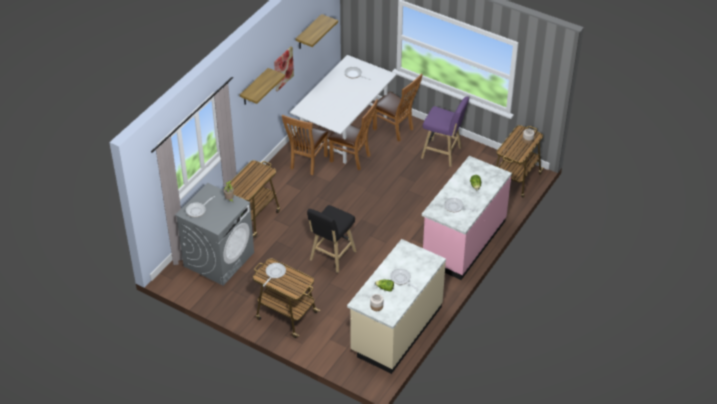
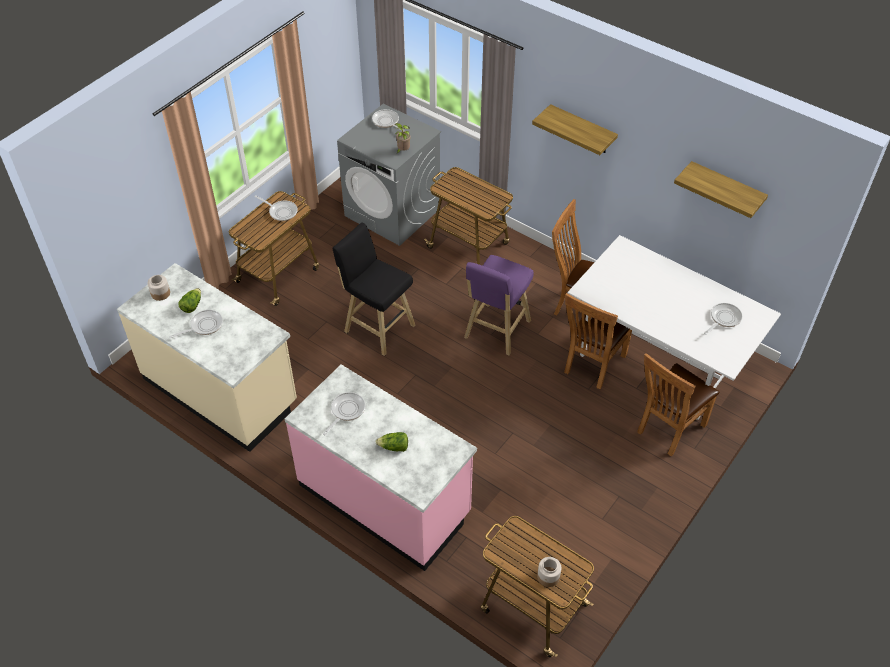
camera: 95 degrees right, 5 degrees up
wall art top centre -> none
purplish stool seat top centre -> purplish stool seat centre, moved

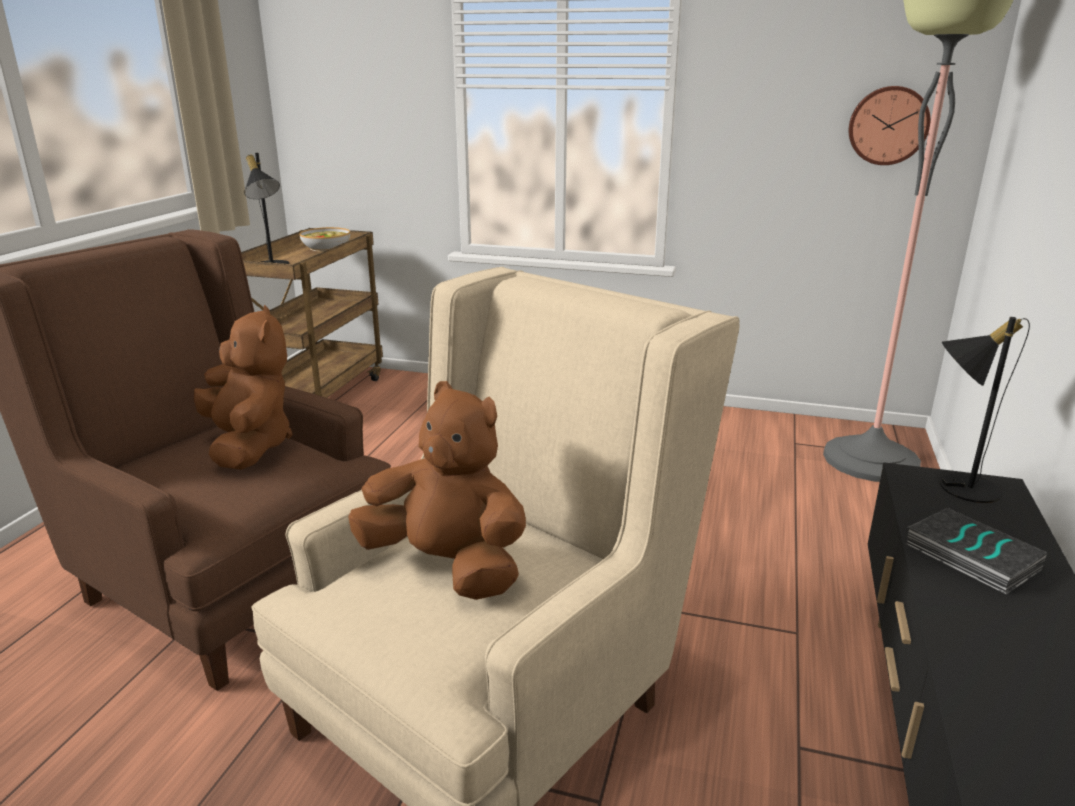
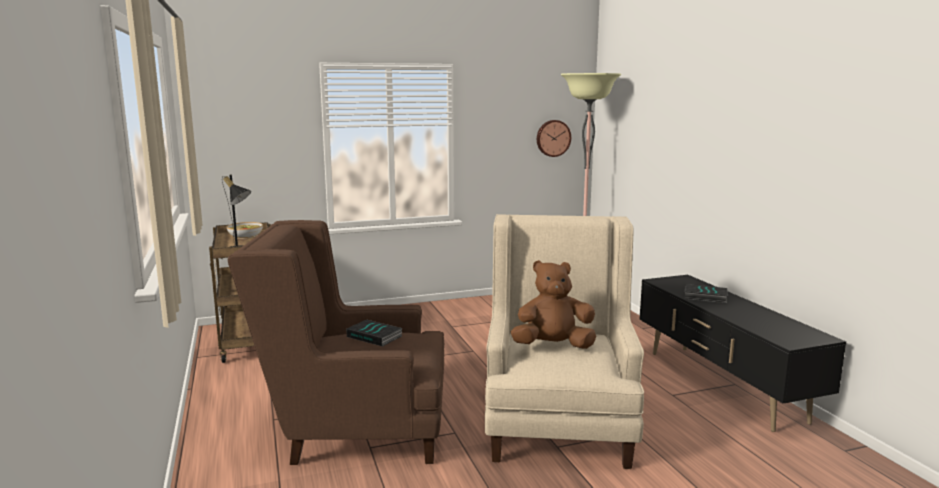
camera: 35 degrees left, 10 degrees down
black table lamp (2nd from left) middle right -> none
brown cuddly toy (1st from left) middle left -> book (1st from left) bottom centre

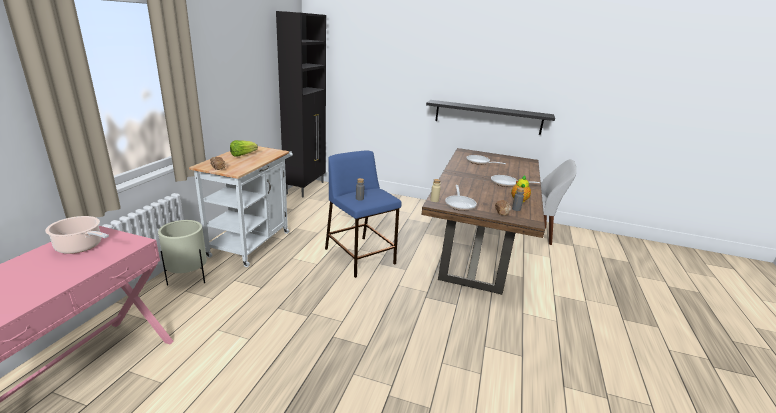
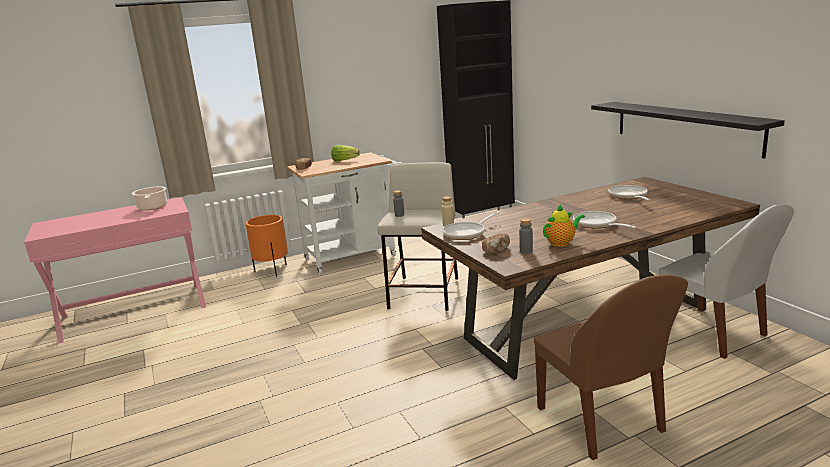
camera: 50 degrees right, 5 degrees down
none -> brown upright chair bottom right
beige-coloured planter middle left -> orange planter middle left
blue stool seat centre -> beige-coloured stool seat centre

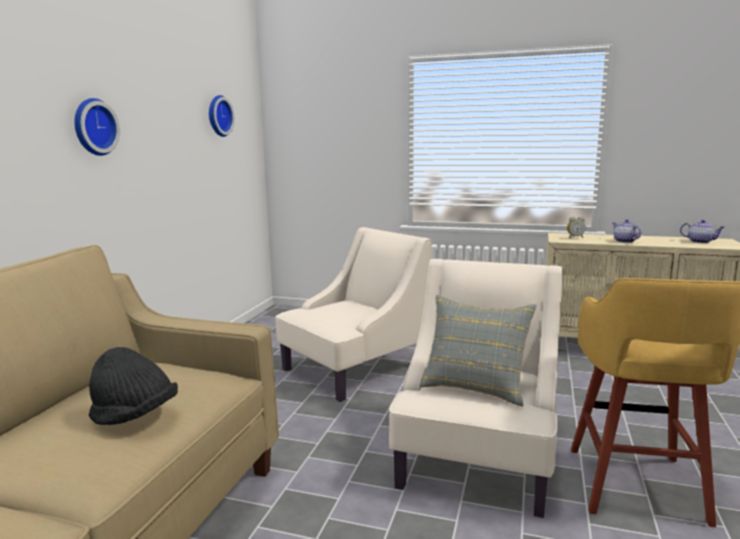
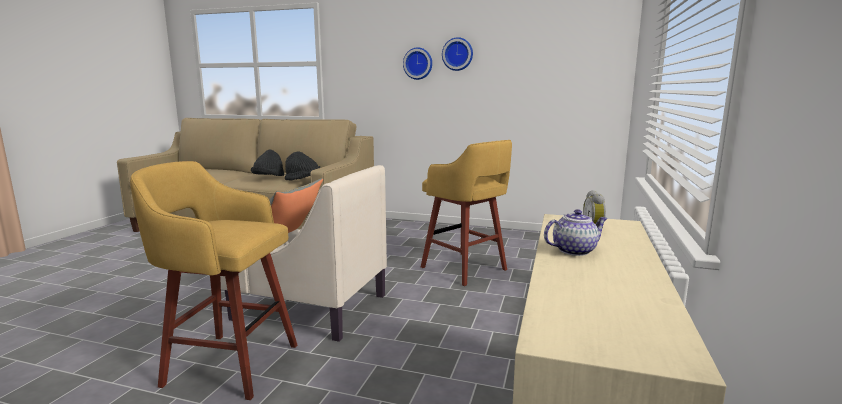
camera: 90 degrees right, 0 degrees up
teapot (2nd from left) middle right -> none
none -> black wearable hat (2nd from left) centre
hanging clock (2nd from left) top left -> hanging clock (2nd from left) top centre, moved
beige-coloured easy chair (1st from left) centre -> yellow stool seat (2nd from left) centre

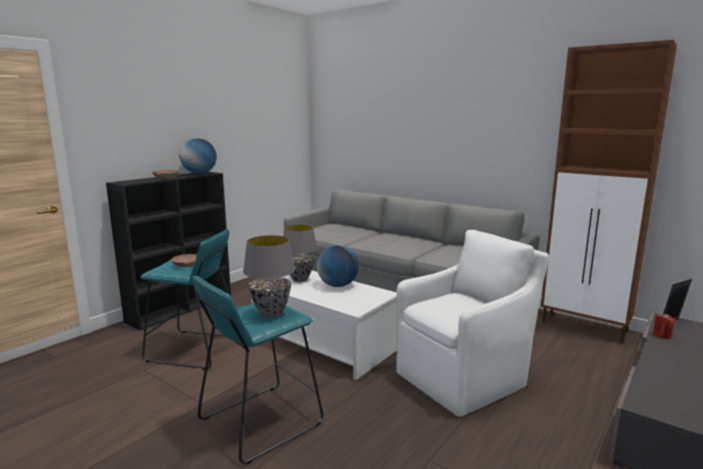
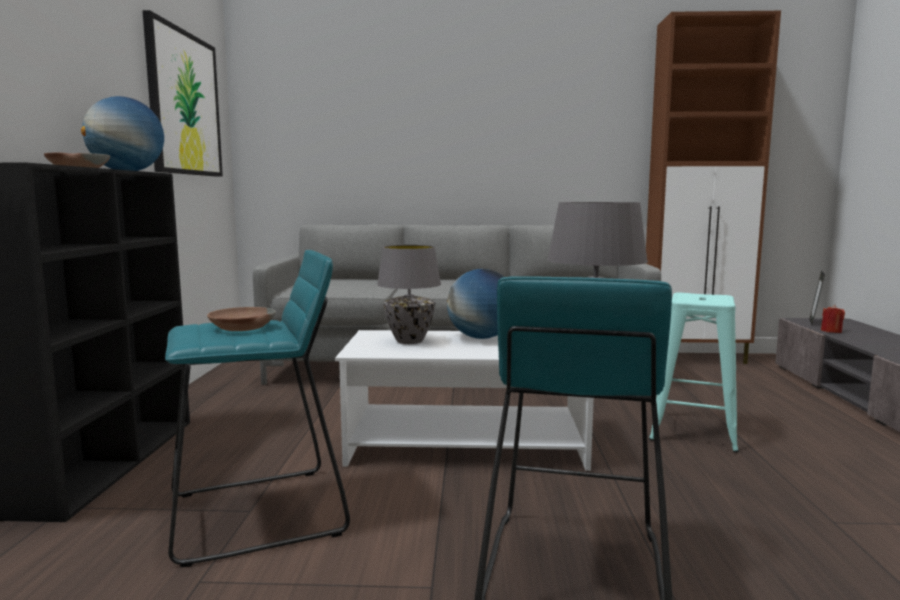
camera: 35 degrees left, 5 degrees down
none -> wall art top left
white easy chair bottom right -> turquoise-coloured stool seat (3rd from left) middle right

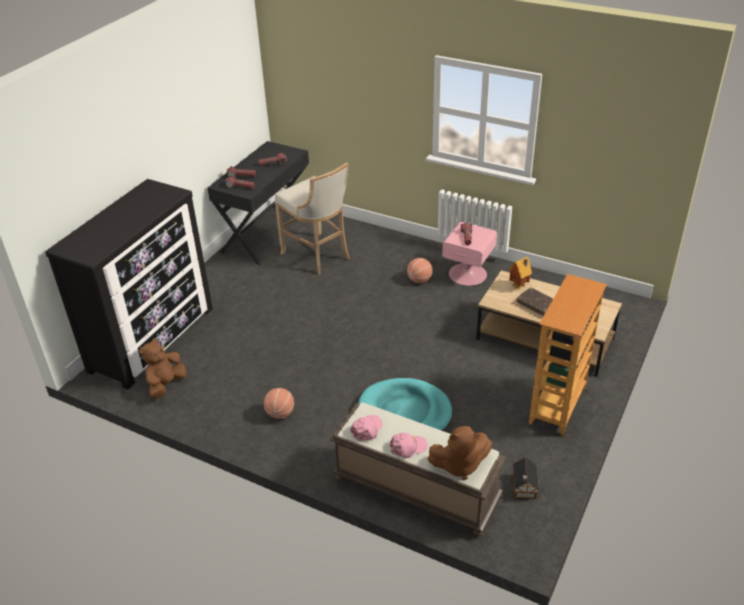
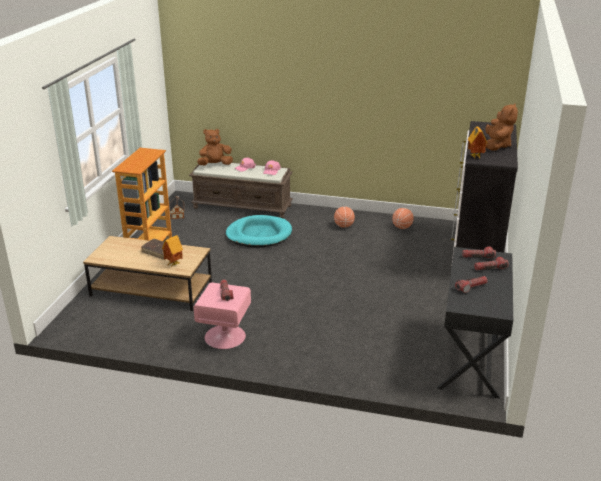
camera: 165 degrees right, 10 degrees down
beige-coloured stool seat centre -> none
none -> model house (3rd from left) top right
brown cuddly toy (1st from left in the first image) middle left -> brown cuddly toy (2nd from left) top right, moved
basketball ball (2nd from left) centre -> basketball ball (2nd from left) middle right, moved

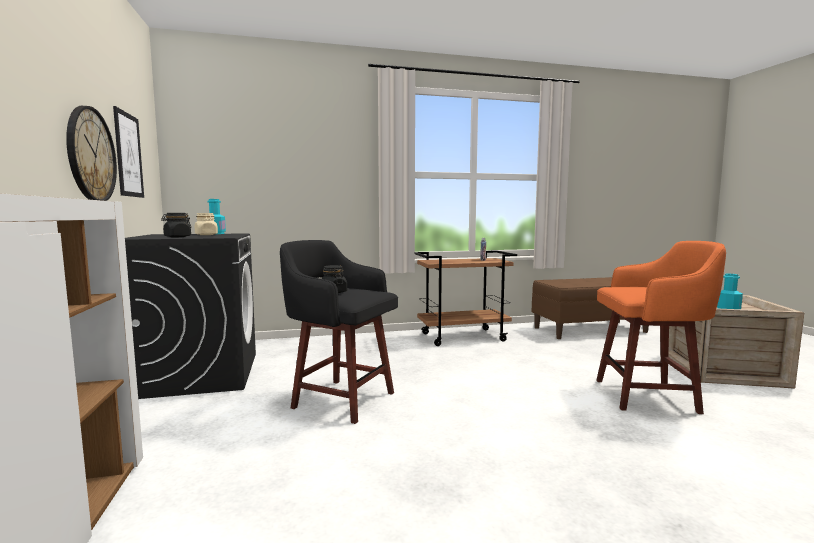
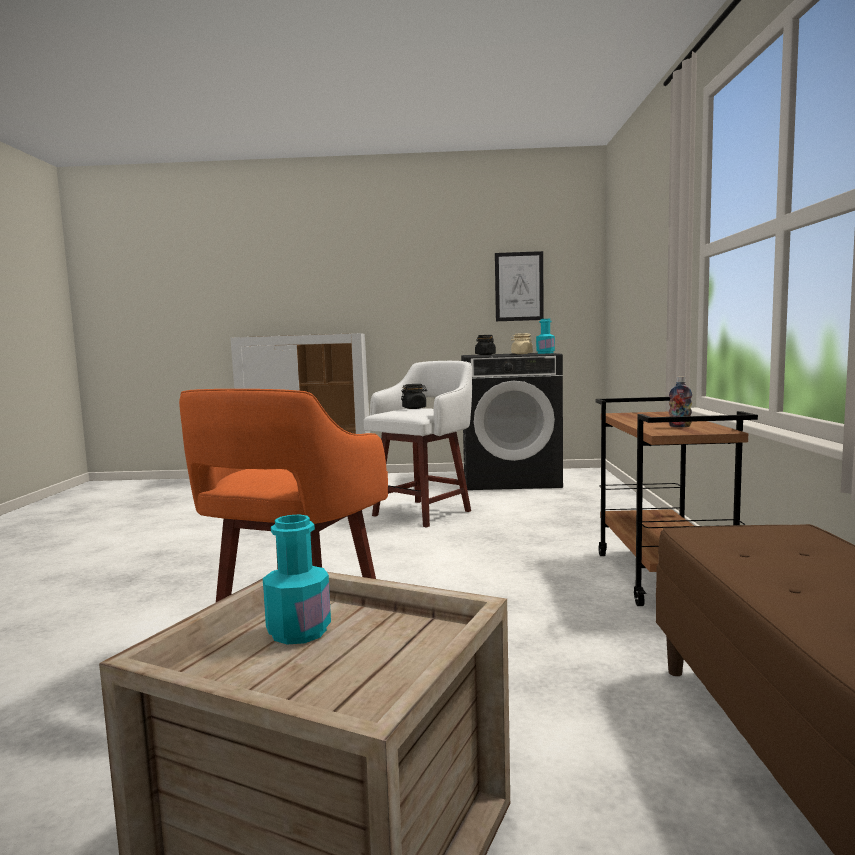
camera: 105 degrees right, 0 degrees up
hanging clock top left -> none
black stool seat centre -> white stool seat centre

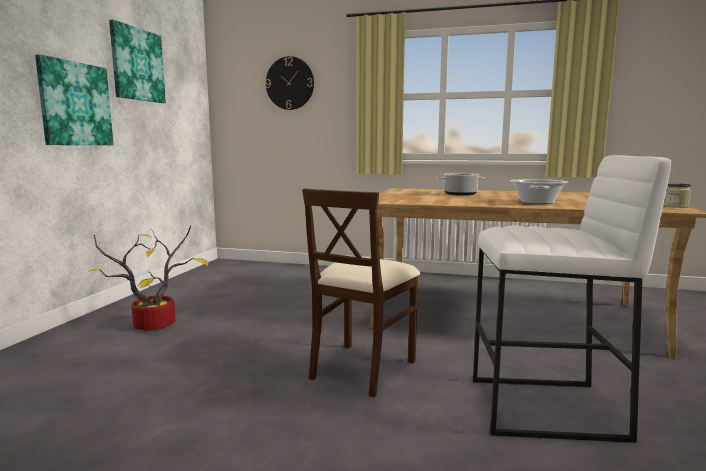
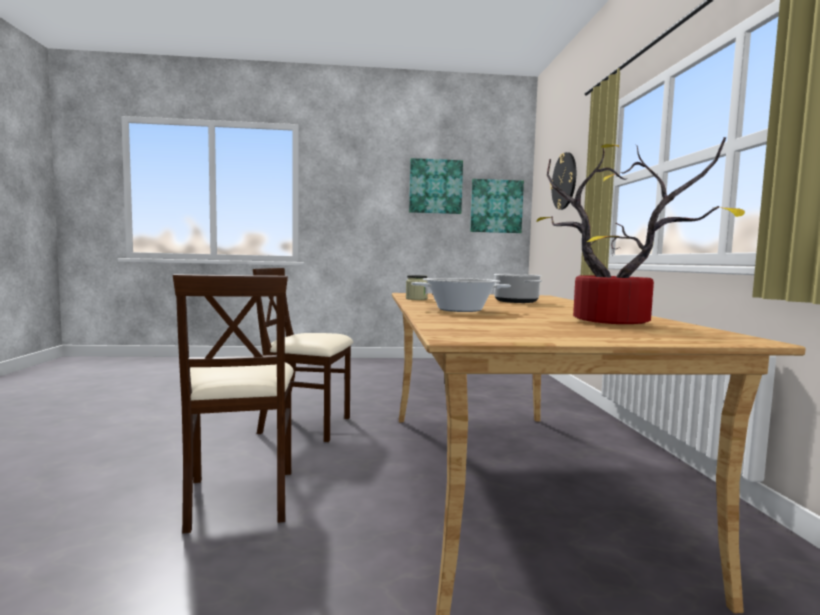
camera: 70 degrees right, 5 degrees down
wall art (1st from left in the first image) top left -> wall art (2nd from left) centre, moved
potted plant middle left -> potted plant middle right, moved
jar middle right -> jar centre, moved
white stool seat middle right -> beige-coloured upright chair (1st from left) middle left

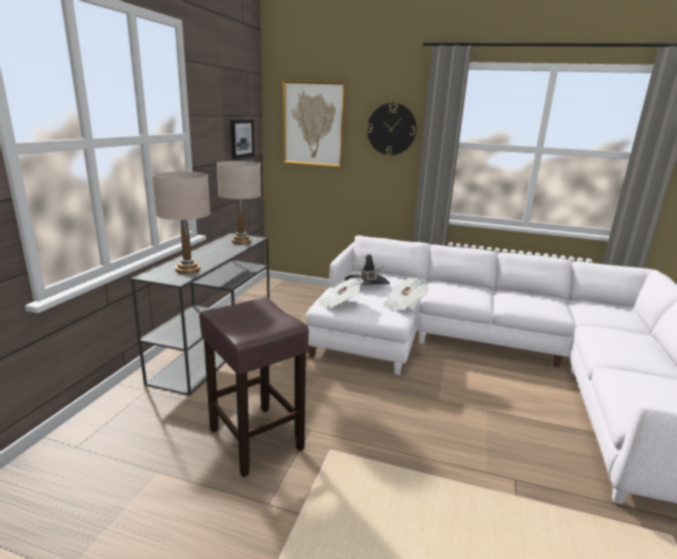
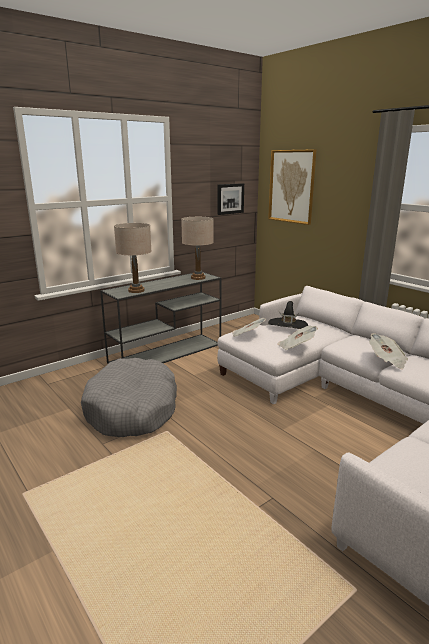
camera: 35 degrees right, 0 degrees up
hanging clock top centre -> none
none -> daily paper (3rd from left) middle right
brown stool seat bottom centre -> greyish dog cushion middle left

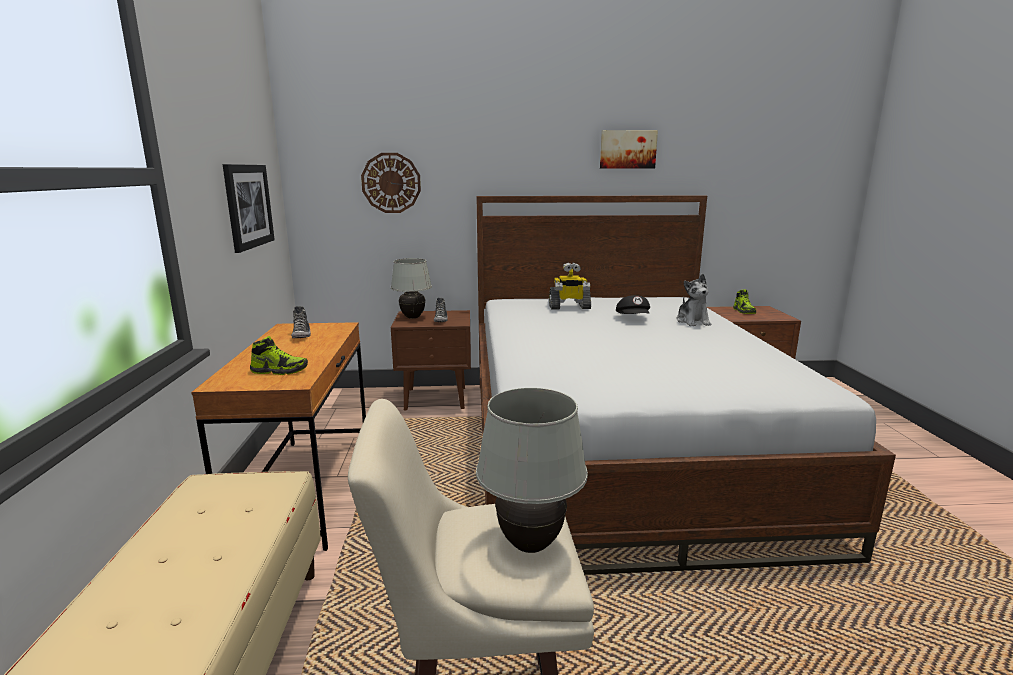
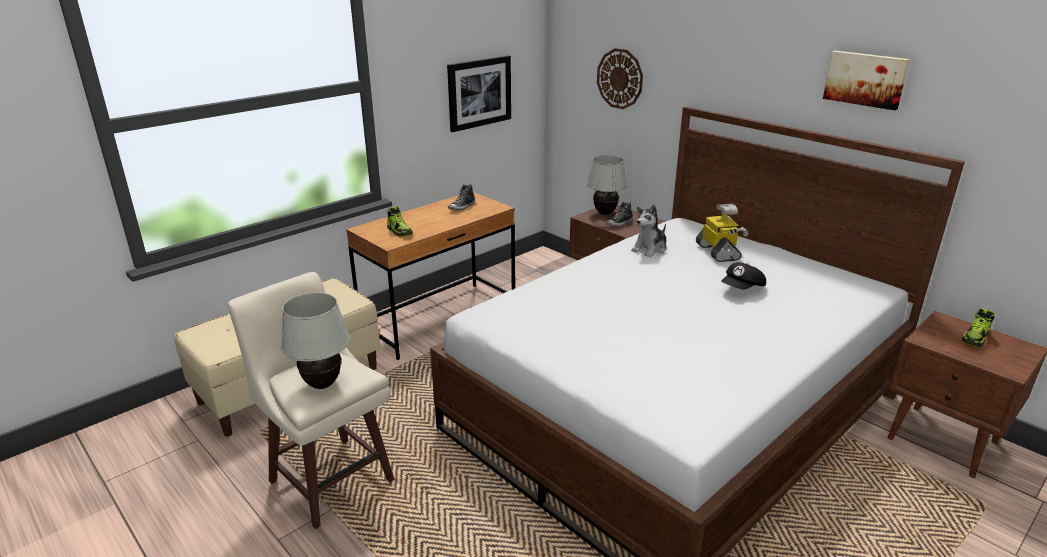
camera: 50 degrees right, 10 degrees up
cuddly toy middle right -> cuddly toy centre, moved
robot figure centre -> robot figure middle right, 150 degrees counterclockwise

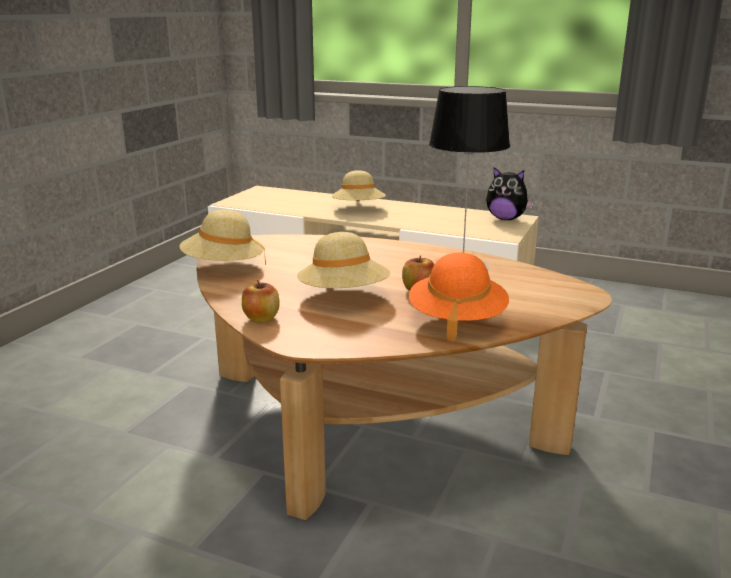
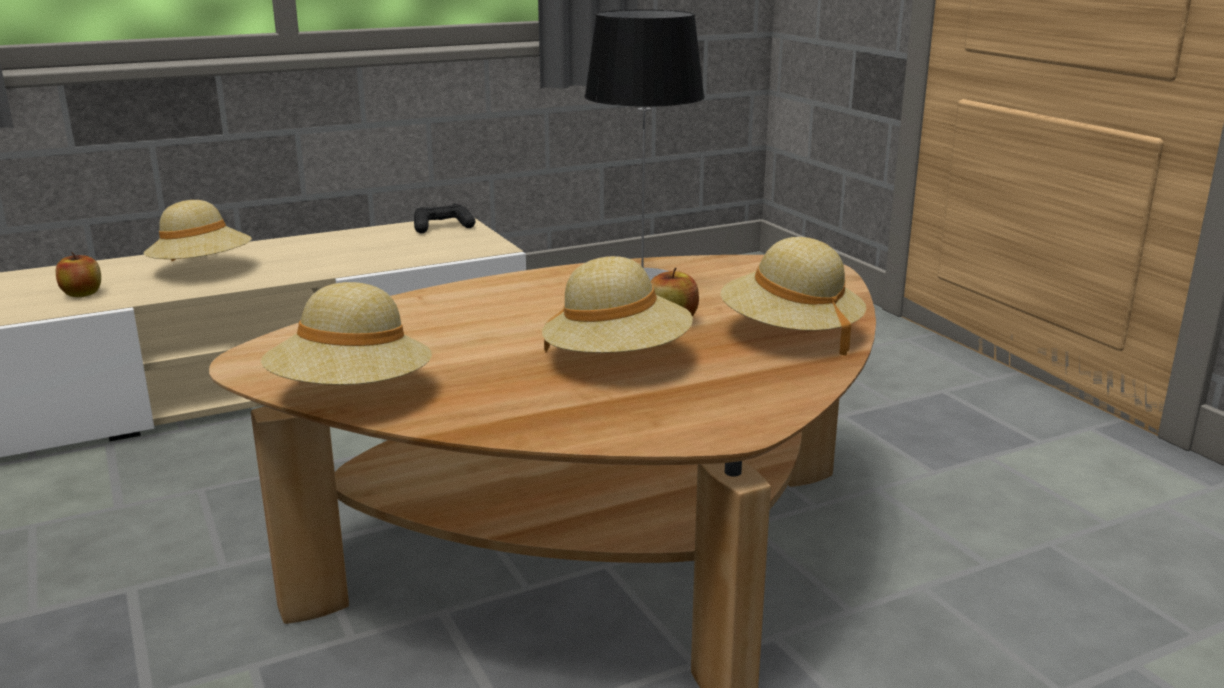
camera: 50 degrees left, 0 degrees up
apple (1st from left) centre -> apple (1st from left) middle left, moved
cuddly toy middle right -> black game controller top centre
orange wearable hat centre -> beige-coloured wearable hat (4th from left) centre

